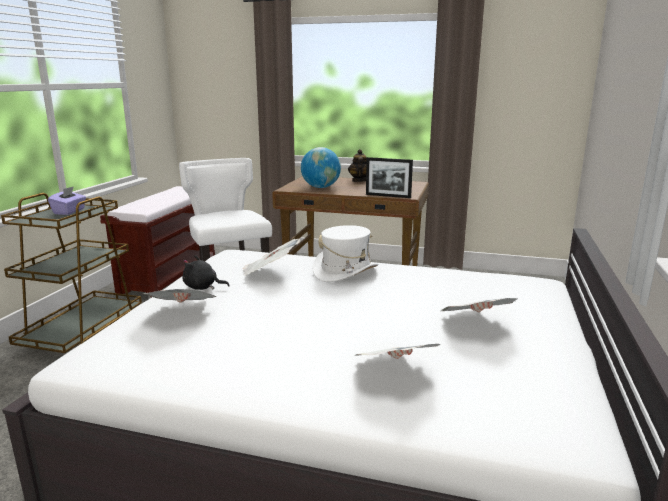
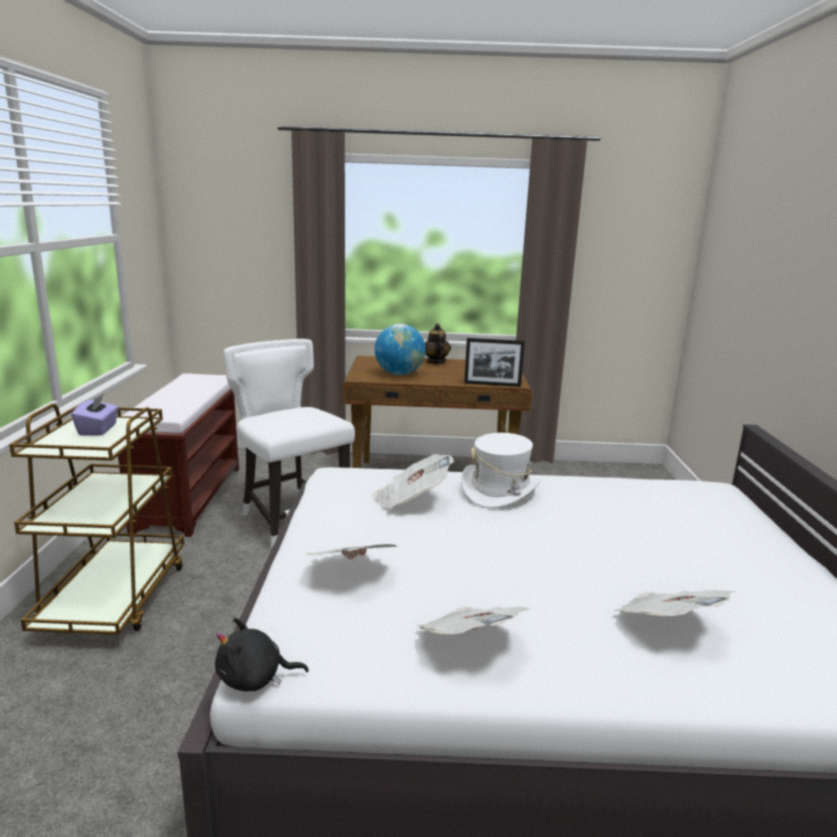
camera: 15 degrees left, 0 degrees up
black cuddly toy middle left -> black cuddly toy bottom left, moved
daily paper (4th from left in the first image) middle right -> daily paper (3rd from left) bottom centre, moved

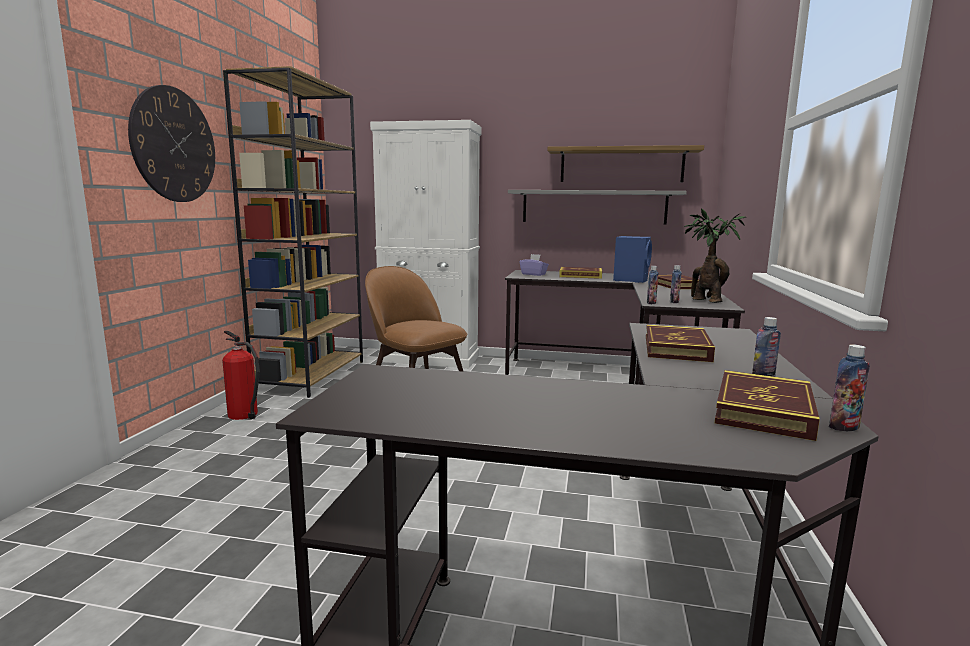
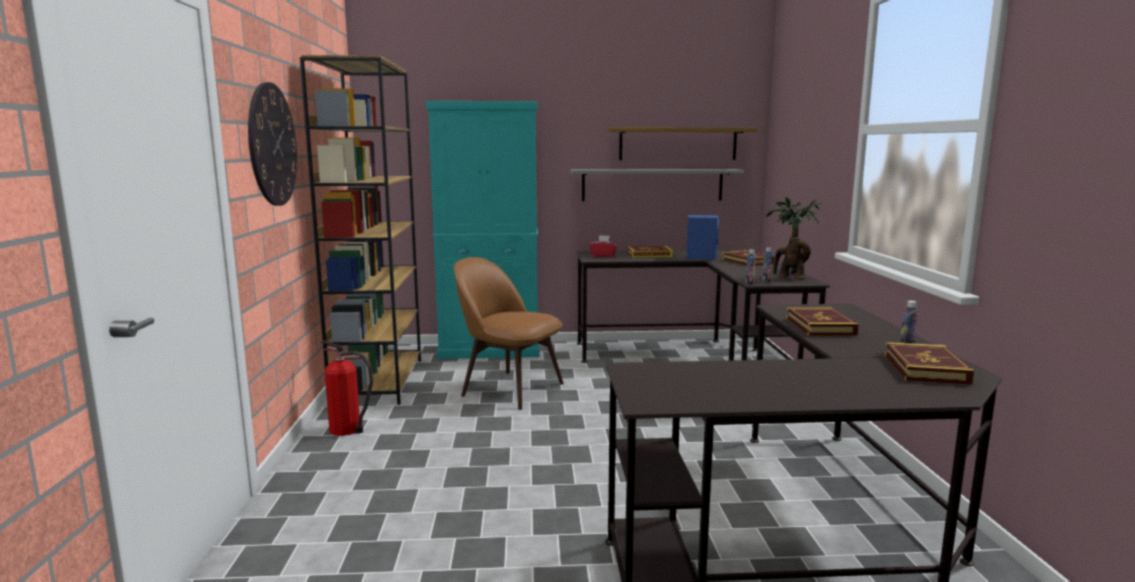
camera: 15 degrees left, 0 degrees up
bottle (4th from left) middle right -> none
white cupboard centre -> turquoise-coloured cupboard centre
purplish tissue holder centre -> reddish tissue holder centre

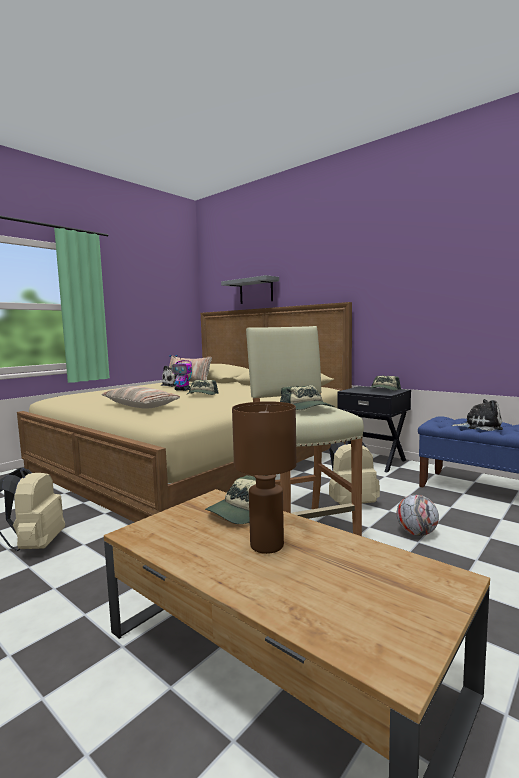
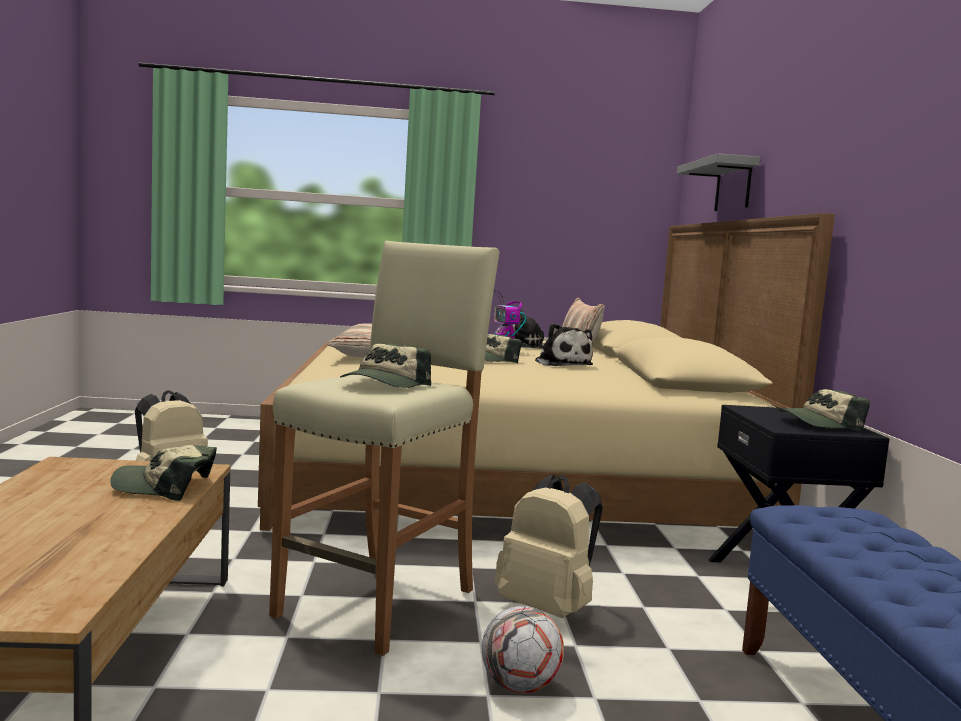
camera: 45 degrees right, 0 degrees up
brown table lamp centre -> none
cuddly toy (2nd from left) middle right -> cuddly toy (2nd from left) centre, moved

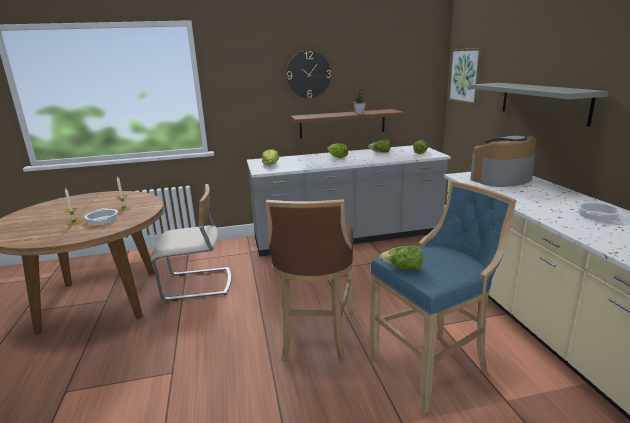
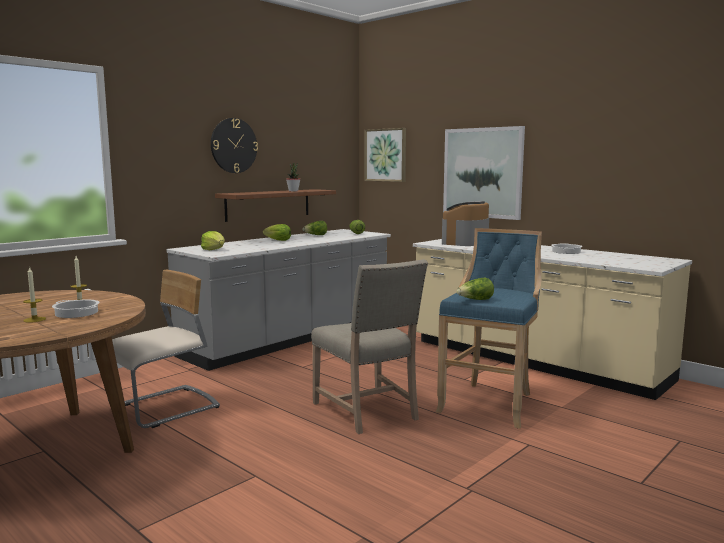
camera: 35 degrees left, 10 degrees down
brown stool seat centre -> beige-coloured upright chair (2nd from left) centre
greyish shelf top right -> wall art (2nd from left) top right

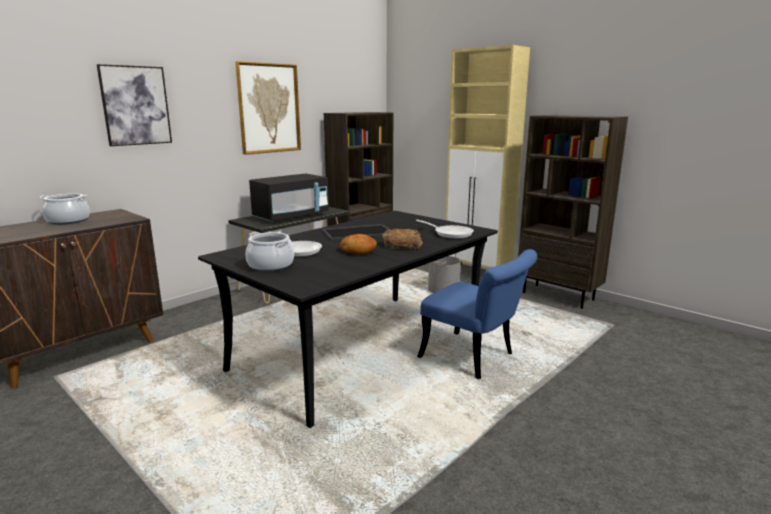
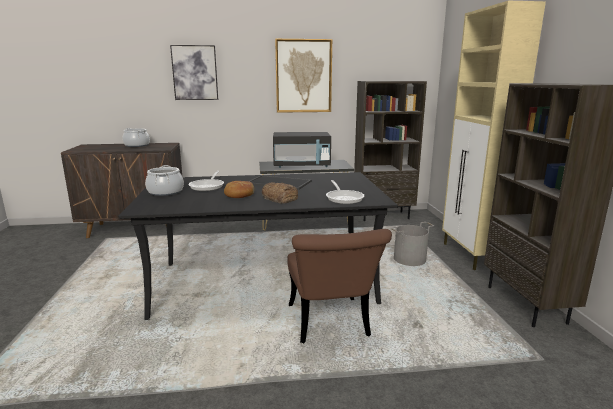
camera: 40 degrees right, 0 degrees up
blue upright chair centre -> brown upright chair bottom centre

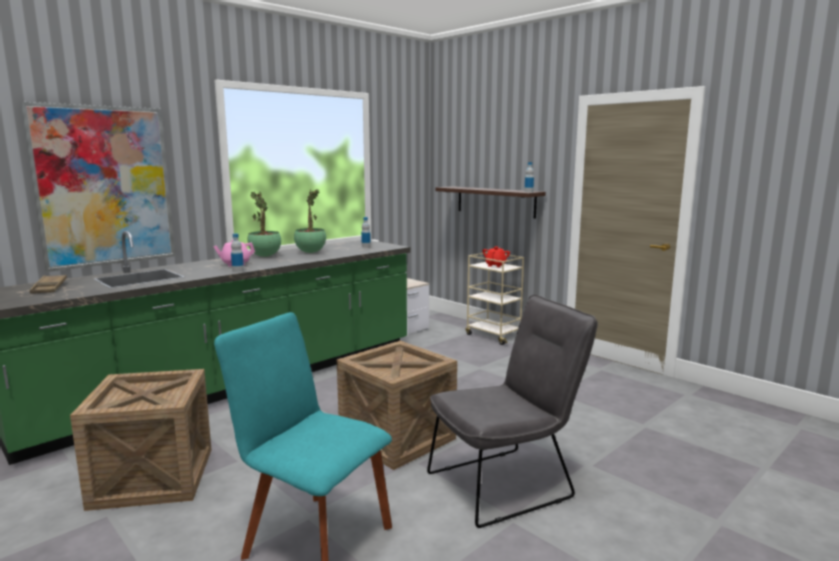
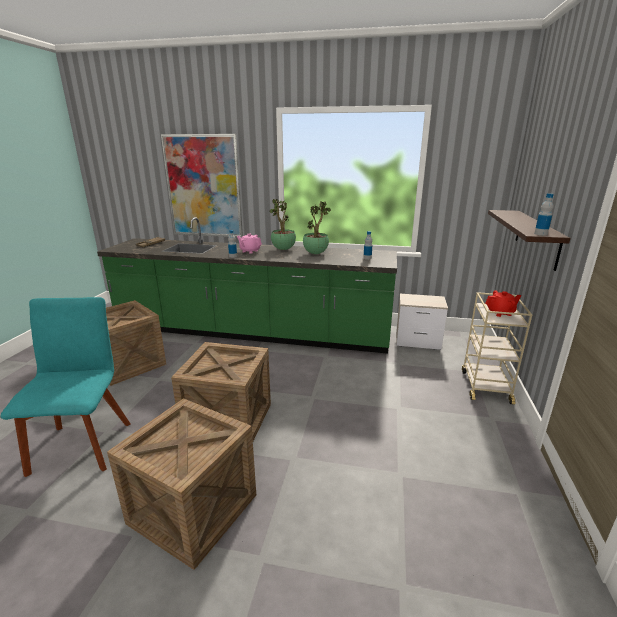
camera: 55 degrees right, 10 degrees up
greyish upright chair bottom centre -> packing crate (2nd from left) bottom left

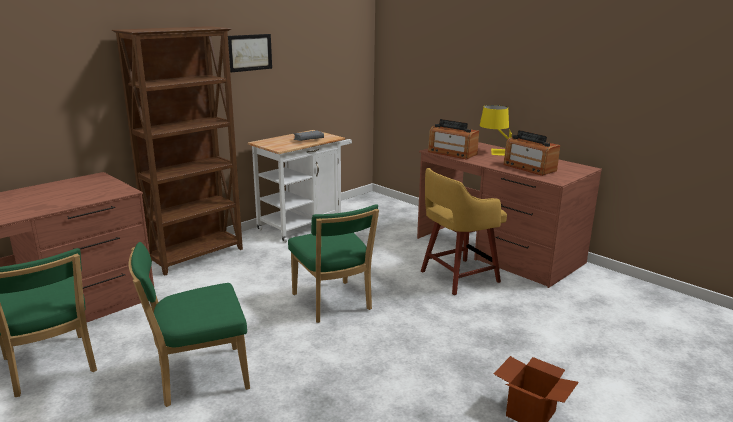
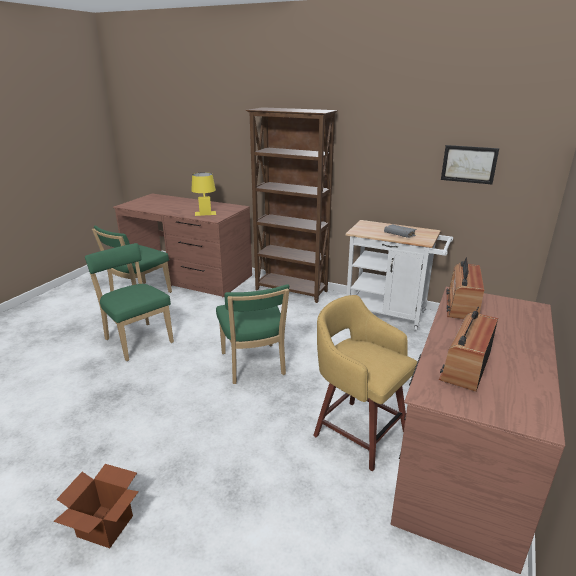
camera: 70 degrees right, 5 degrees up
wall art top centre -> wall art top right, moved
yellow table lamp top right -> yellow table lamp centre, moved
greenish upright chair (3rd from left) centre, 60 degrees counterclockwise

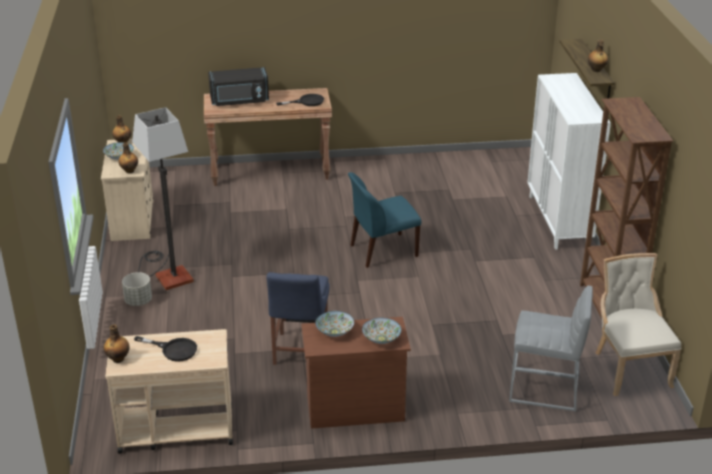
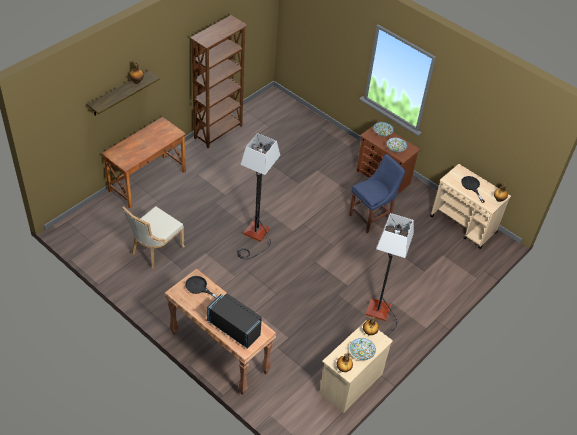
camera: 135 degrees left, 15 degrees up
greyish planter middle left -> none
greyish stool seat bottom right -> none
beige-coloured upright chair bottom right -> beige-coloured upright chair middle left, moved
blue upright chair (2nd from left) centre -> standard lamp (1st from left) centre
white cupboard middle right -> brown desk table middle left

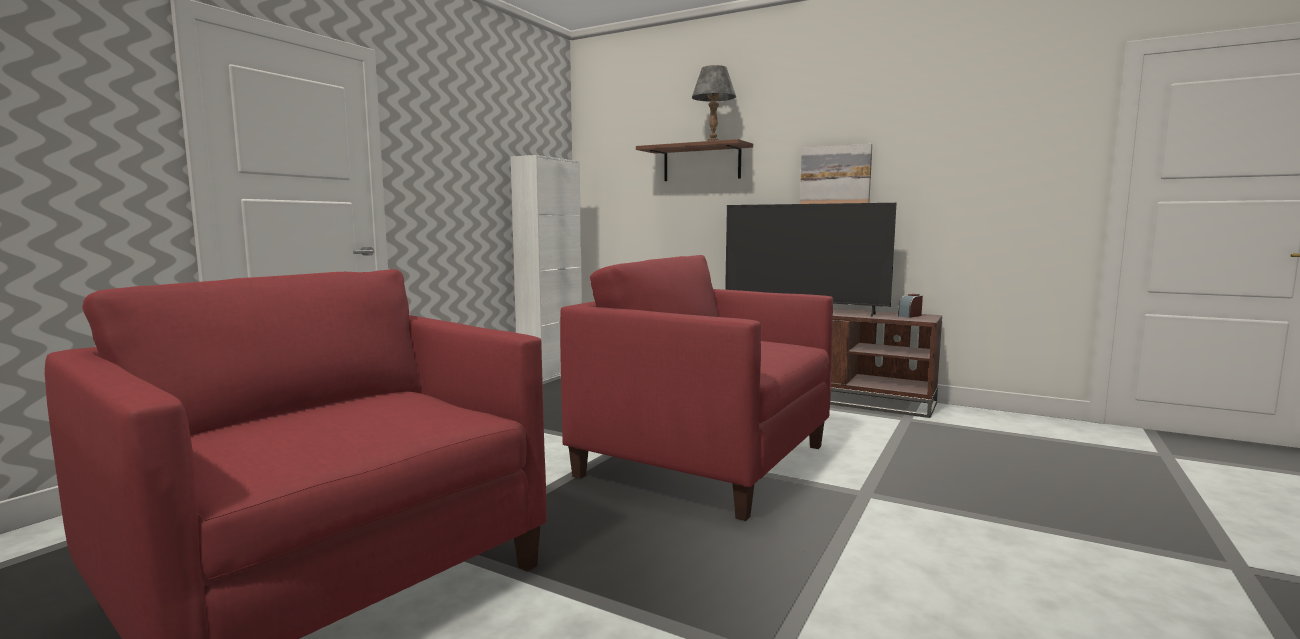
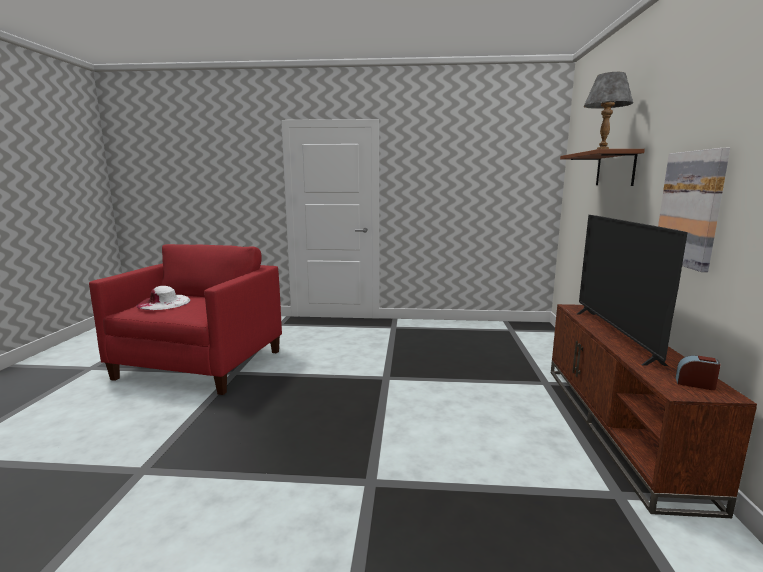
camera: 65 degrees right, 5 degrees up
white cupboard centre -> none
reddish easy chair (2nd from left) centre -> none
none -> white wearable hat middle left

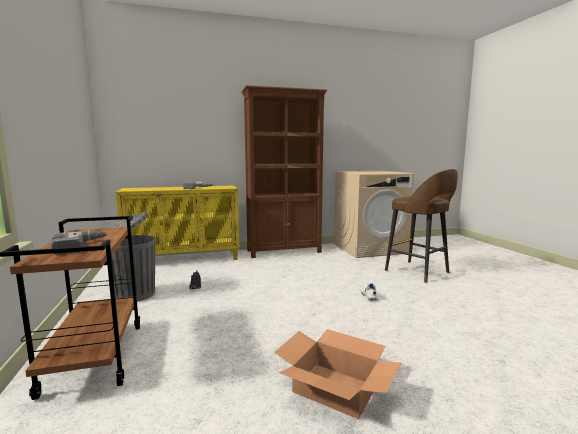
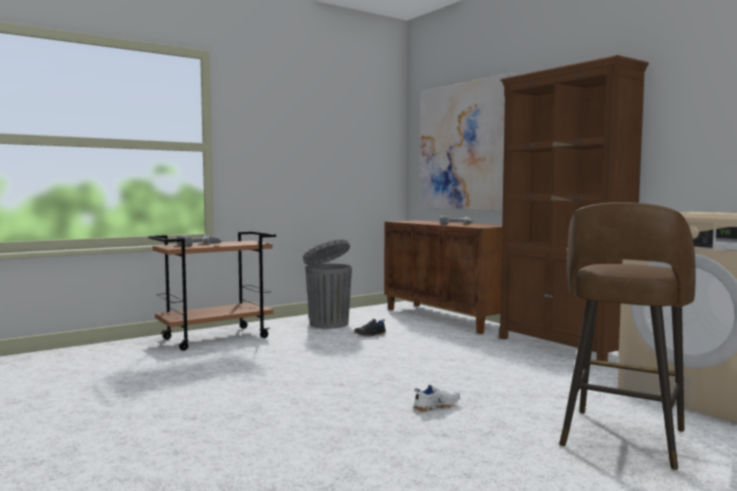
camera: 70 degrees right, 5 degrees down
cardboard box bottom centre -> none
none -> wall art top centre
yellow cupboard middle left -> brown cupboard centre

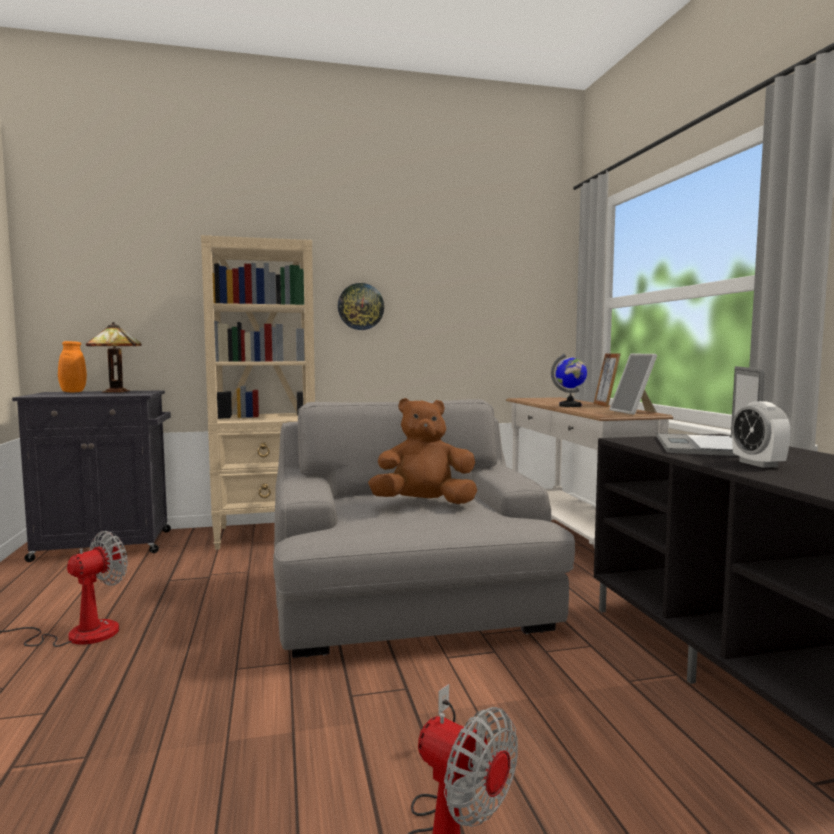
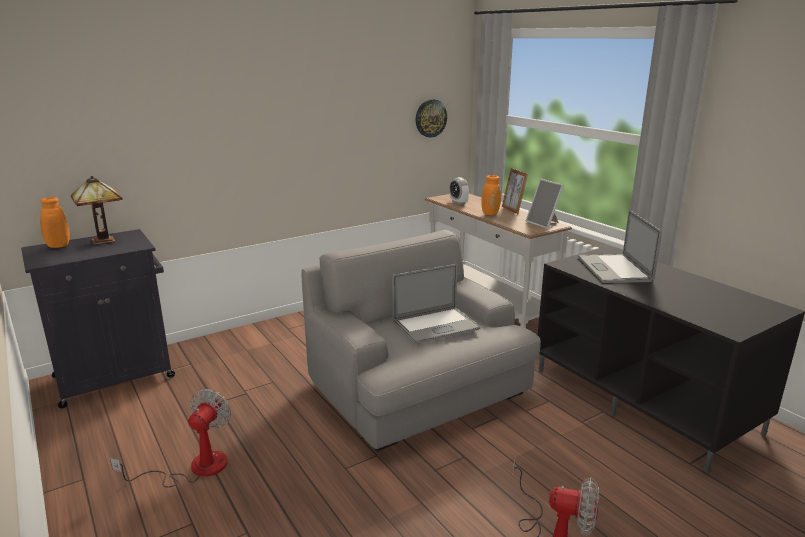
camera: 20 degrees left, 15 degrees up
beige-coloured shelving unit middle left -> none
hanging clock centre -> hanging clock top centre, moved
table clock middle right -> table clock centre, moved
brown cuddly toy centre -> laptop (1st from left) centre
world globe middle right -> orange flower vase (2nd from left) centre

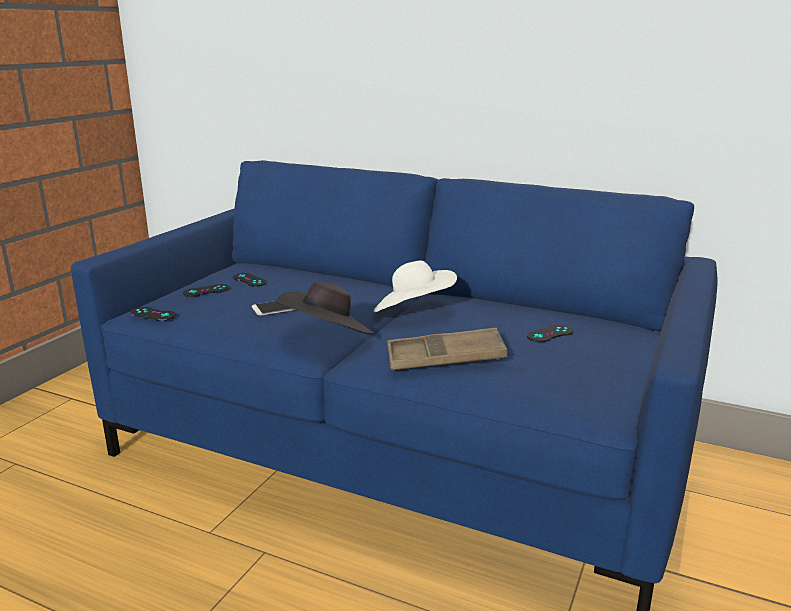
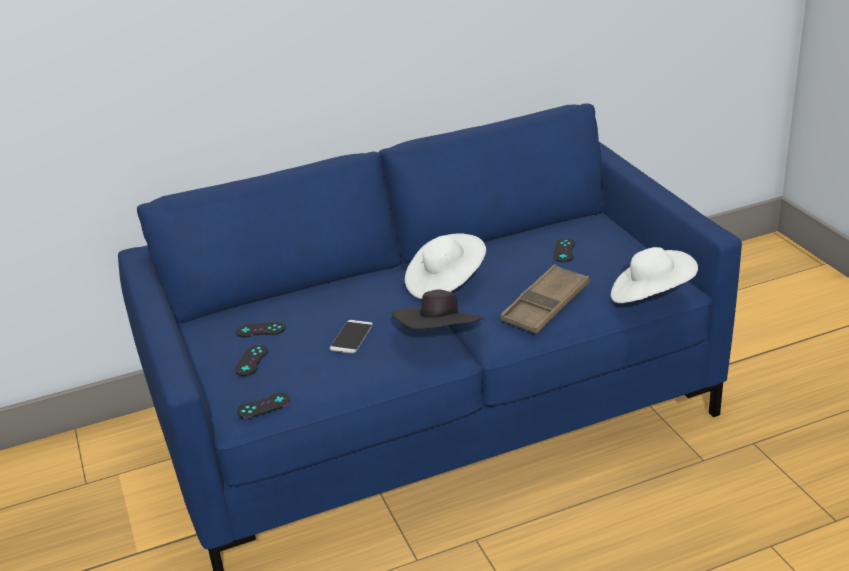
camera: 45 degrees left, 10 degrees up
none -> white wearable hat (2nd from left) middle right

